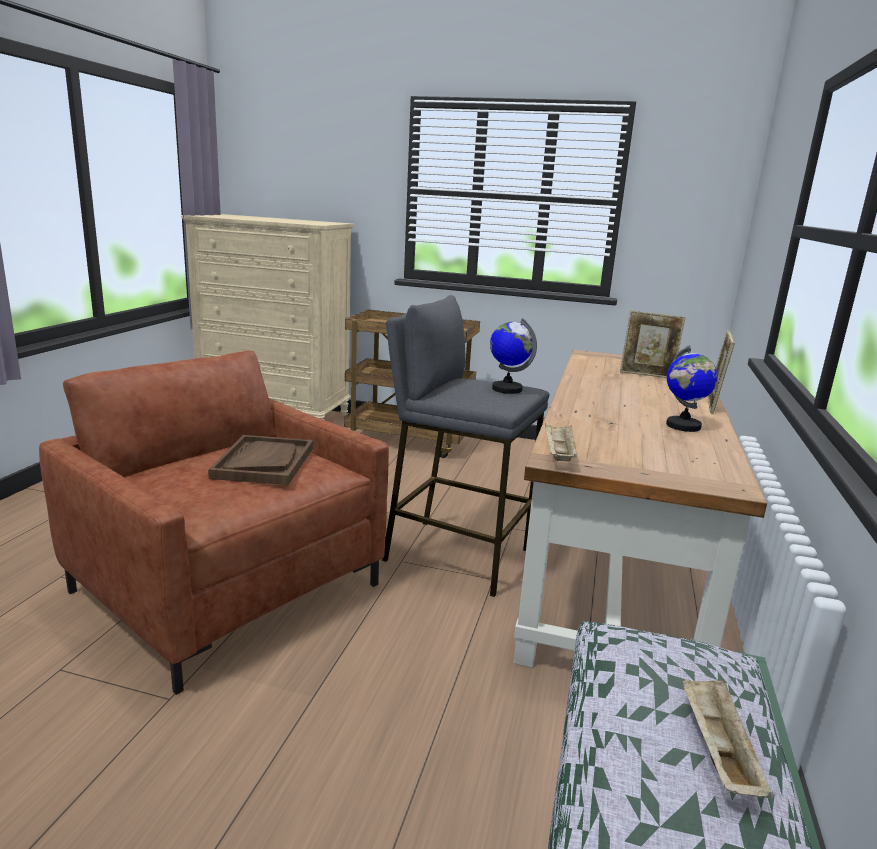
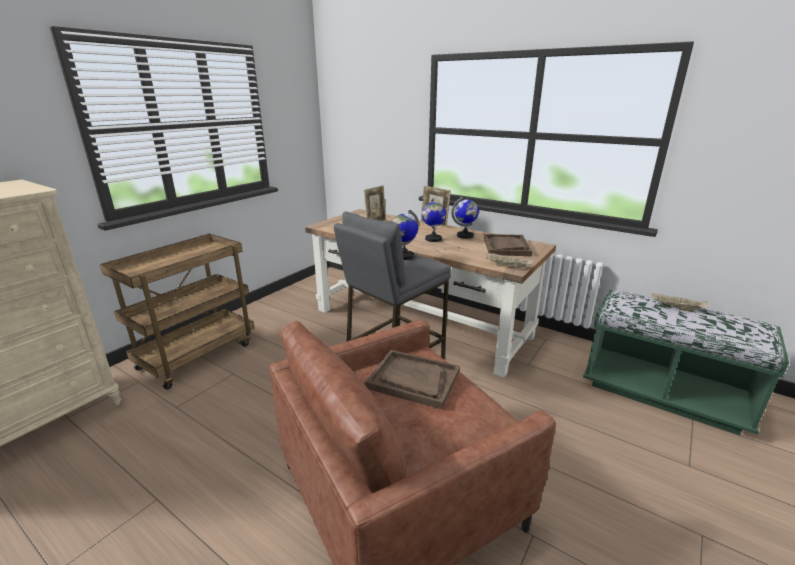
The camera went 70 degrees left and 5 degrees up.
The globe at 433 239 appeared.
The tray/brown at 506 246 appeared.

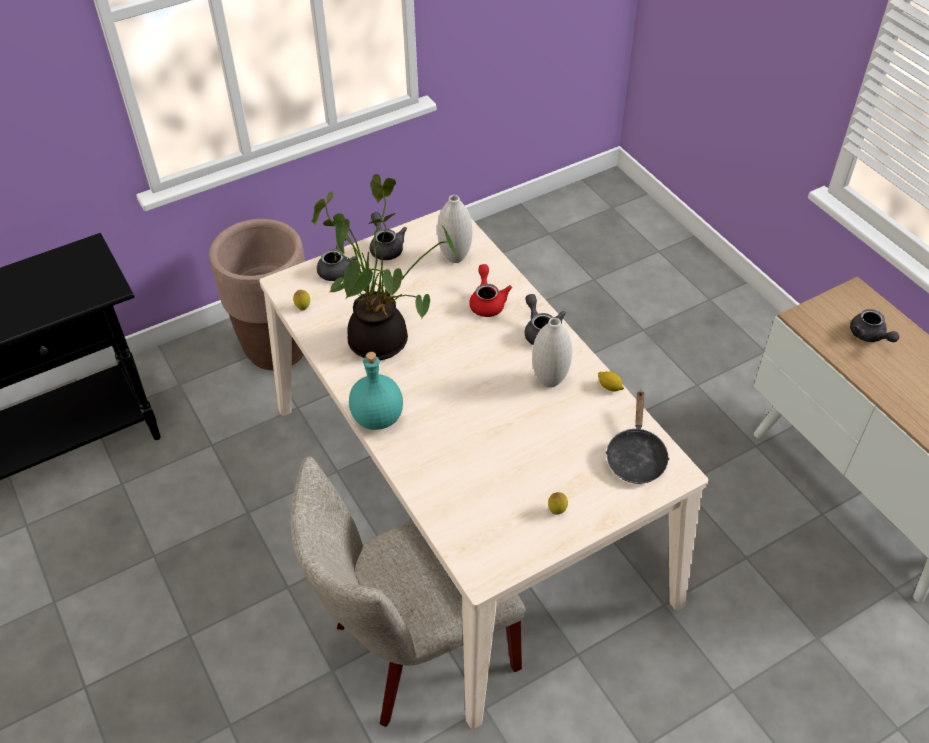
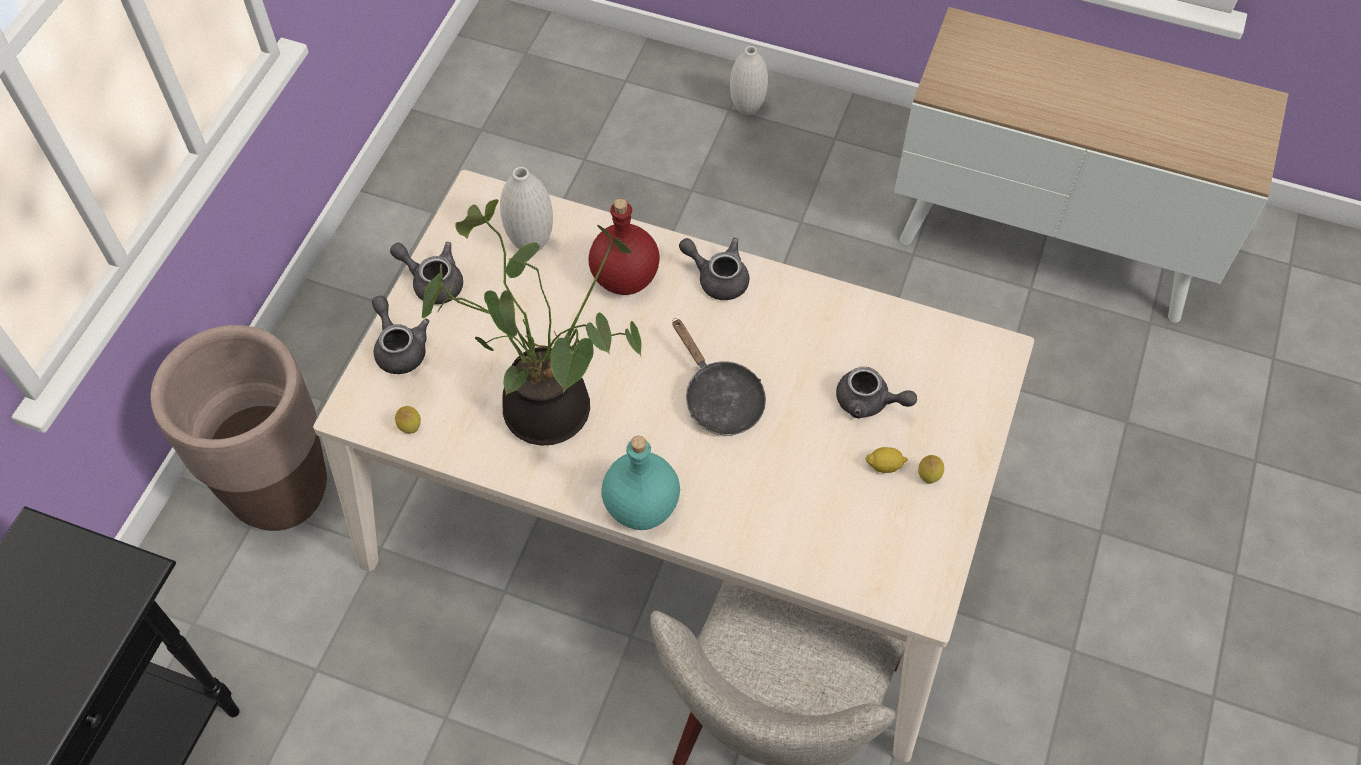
The camera went 40 degrees left and 10 degrees up.
The vase/white moved from 550 380 to 747 109.
The lemon moved from 609 387 to 885 465.
The frying pan/black moved from 635 456 to 719 398.
The teapot/grey moved from 869 336 to 869 402.
The teapot/red at 487 302 was replaced by the bottle/red at 624 278.

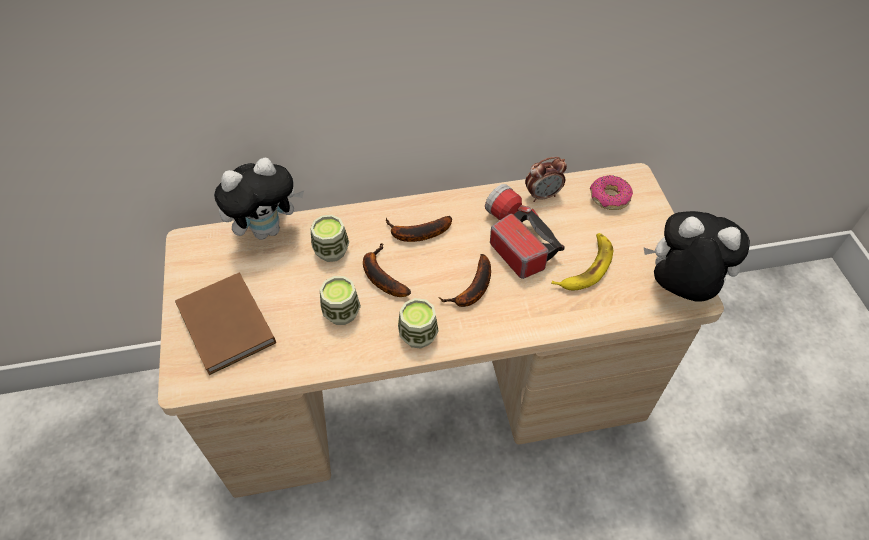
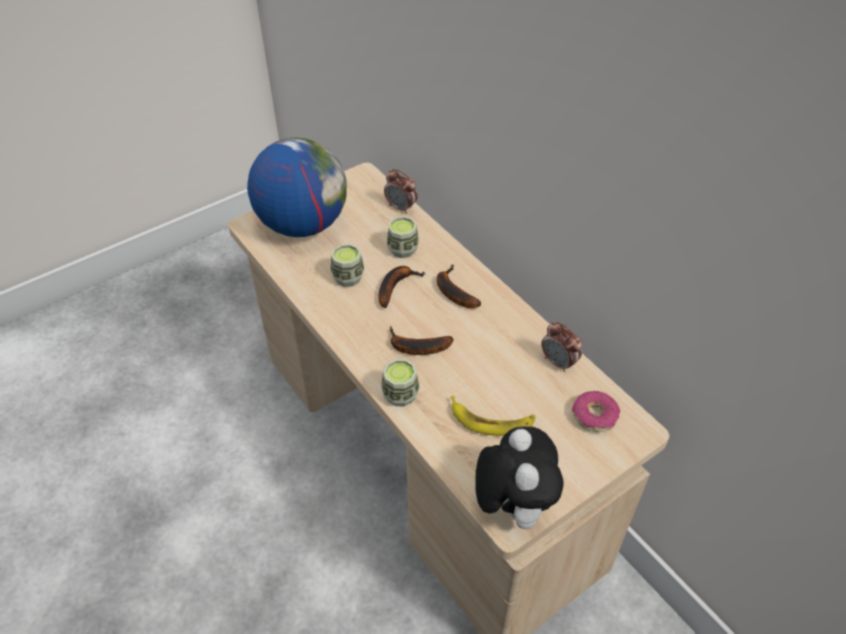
The camera went 65 degrees right and 5 degrees down.
The flashlight at 515 239 disappeared.
The cup moved from 418 335 to 400 395.
The book/brown at 225 327 was replaced by the globe at 302 224.
The plush toy at 267 229 was replaced by the alarm clock at 401 207.

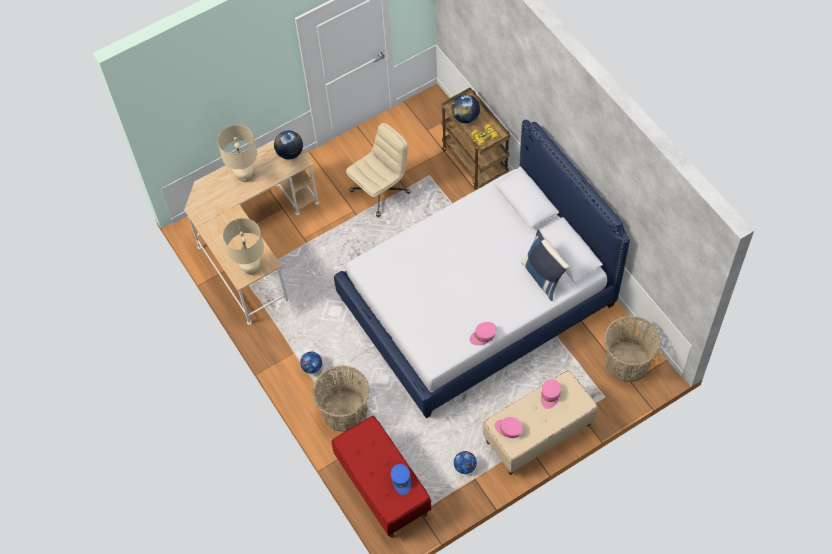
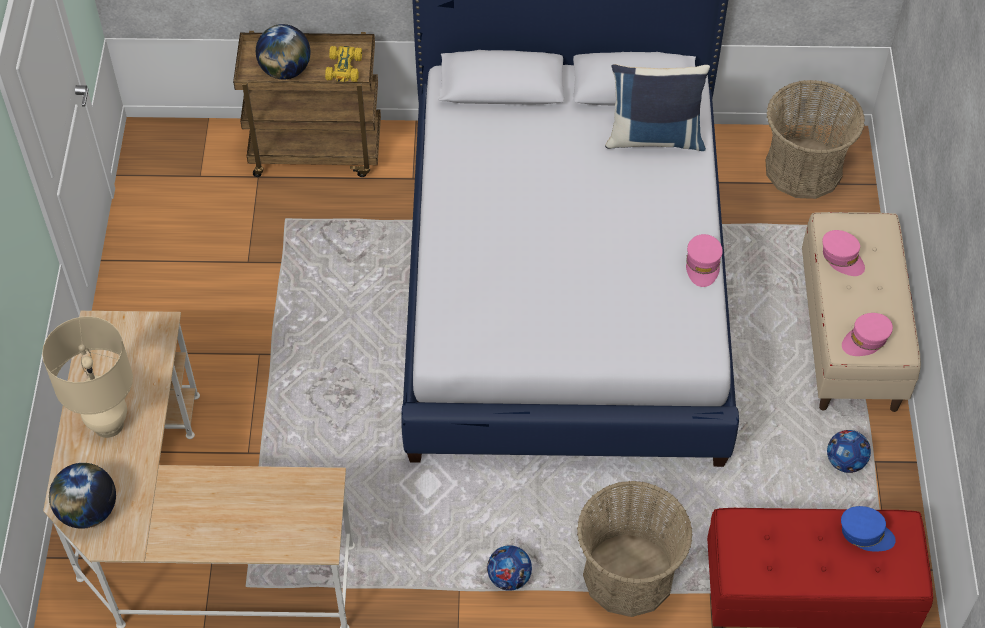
The camera went 60 degrees left and 5 degrees down.
The table lamp/beige at 251 268 disappeared.
The office chair/beige at 380 191 disappeared.
The globe moved from 290 153 to 88 511.

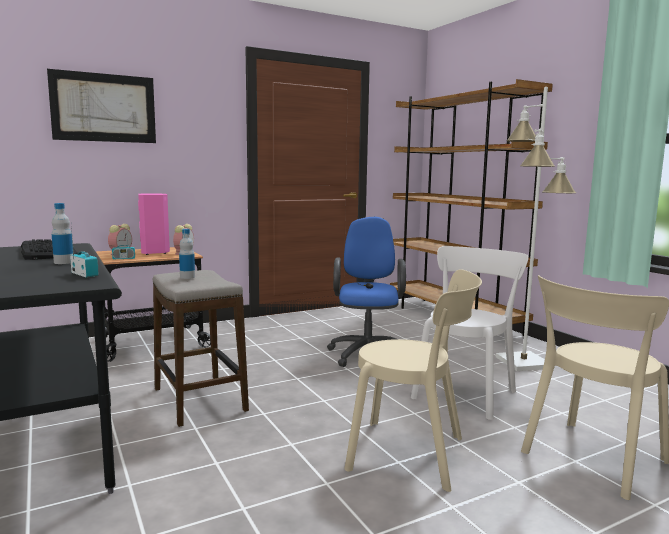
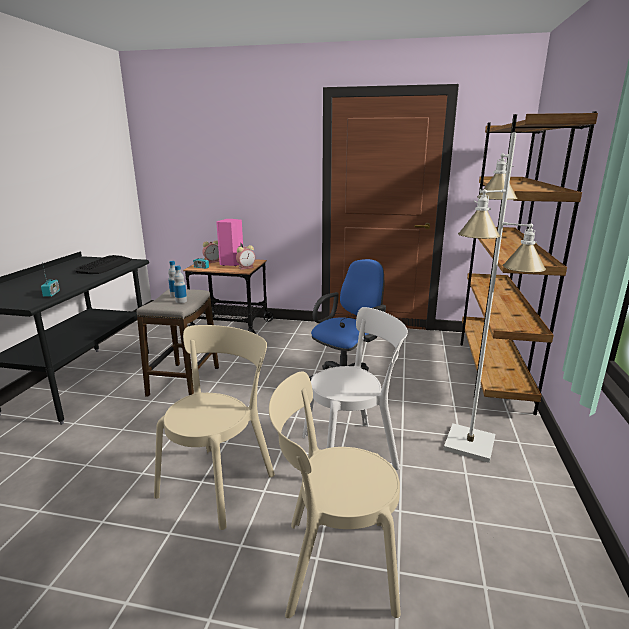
The camera went 40 degrees right and 10 degrees up.
The picture at 104 108 disappeared.
The bottle moved from 63 262 to 181 301.
The chair/beige at 413 454 turned 120 degrees counterclockwise.

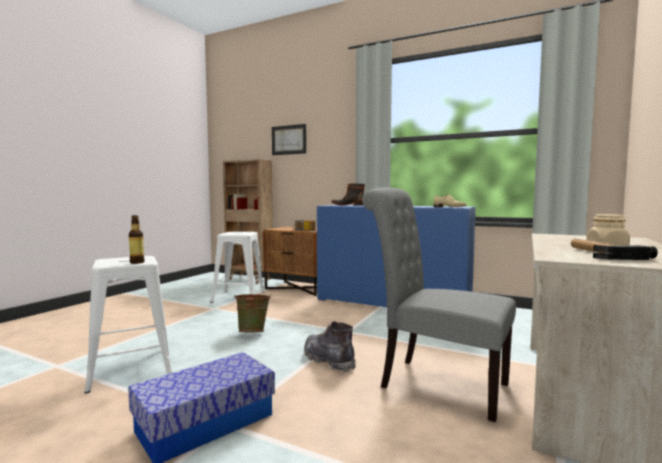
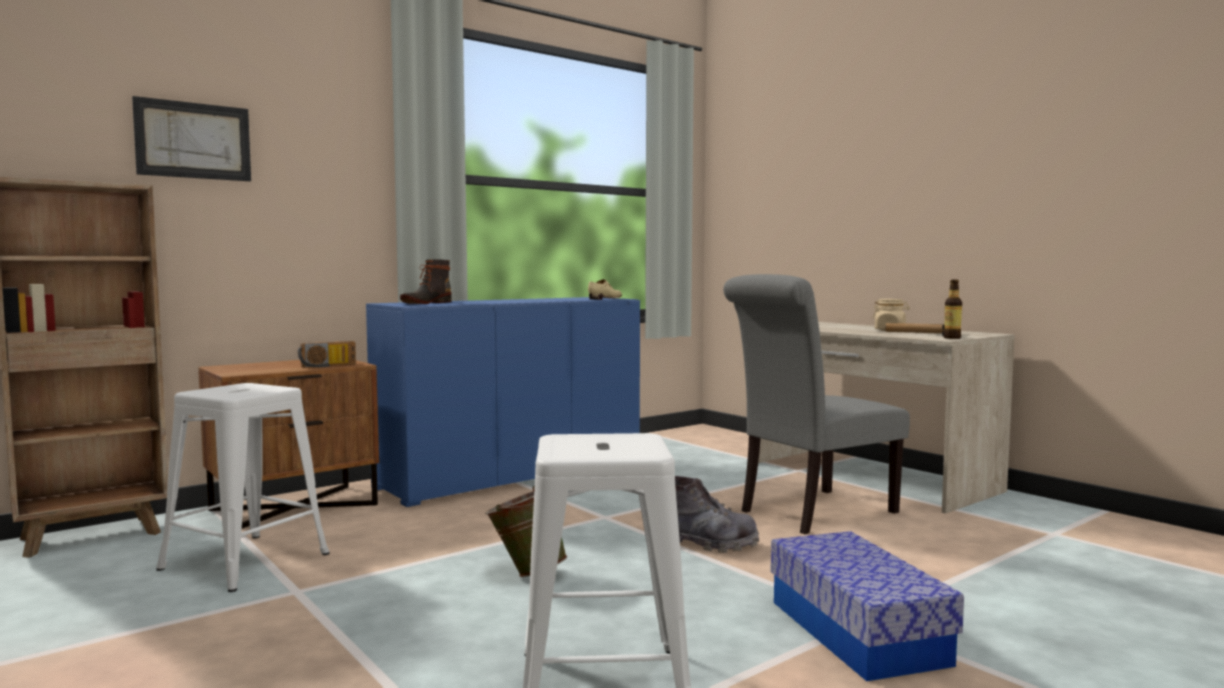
The camera went 65 degrees left and 0 degrees up.
The bottle moved from 137 262 to 952 338.
The boot/grey at 328 360 turned 150 degrees counterclockwise.

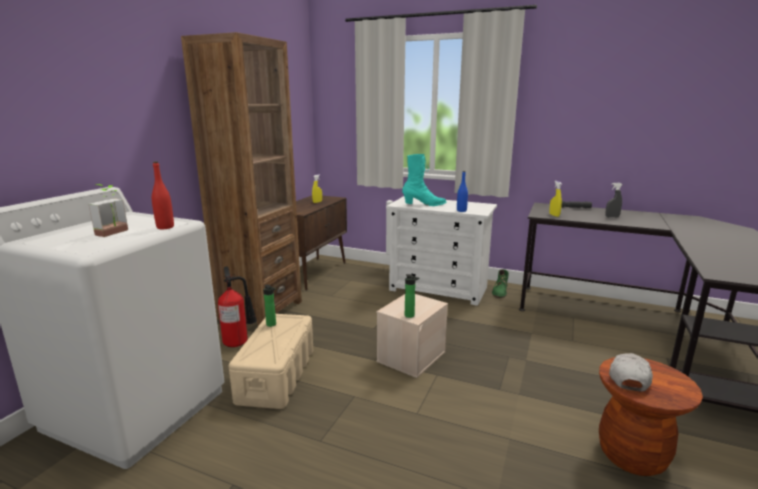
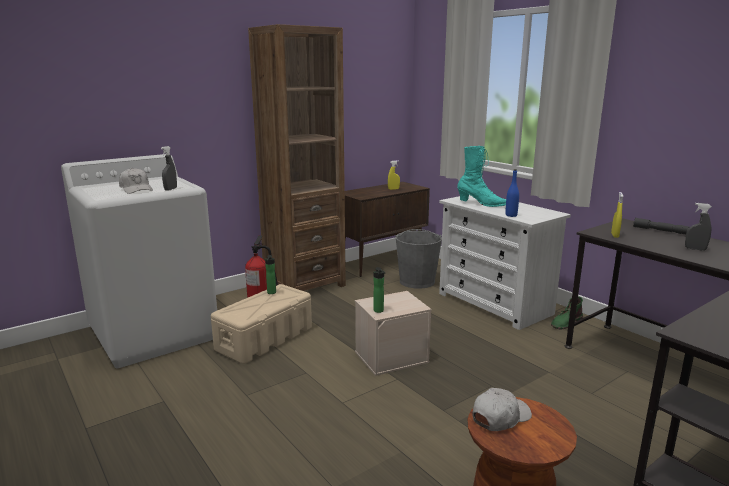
The camera went 30 degrees right and 0 degrees up.
The bucket/grey at 417 281 appeared.
The potted plant at 116 233 was replaced by the cap/white at 136 189.
The bottle/red at 165 227 was replaced by the spray bottle/grey at 170 189.

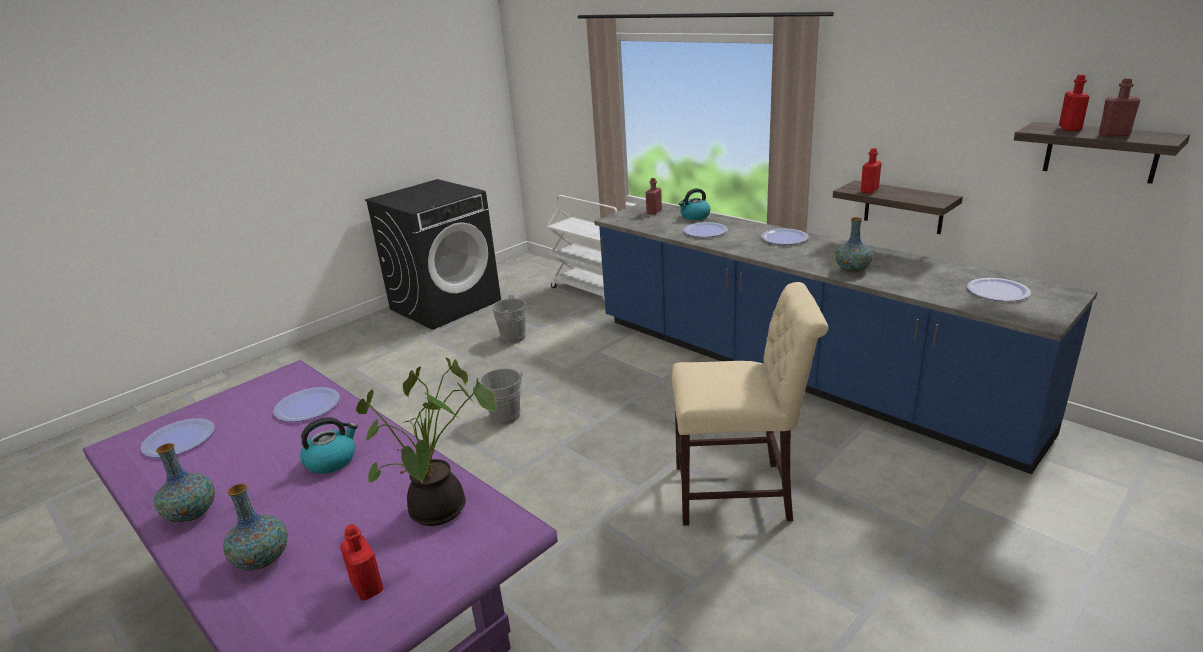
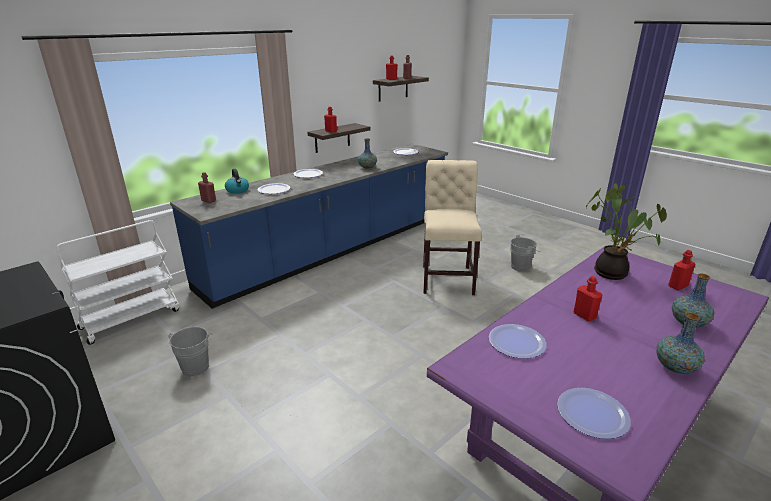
The camera went 90 degrees left and 0 degrees up.
The bucket/grey moved from 506 418 to 522 267.
The kettle at 331 460 was replaced by the bottle/red at 584 315.

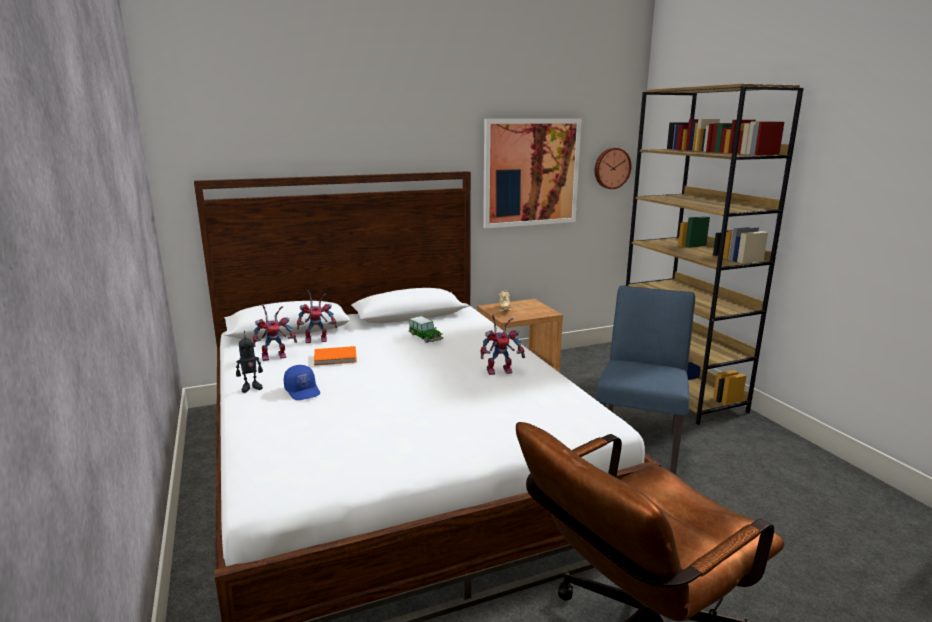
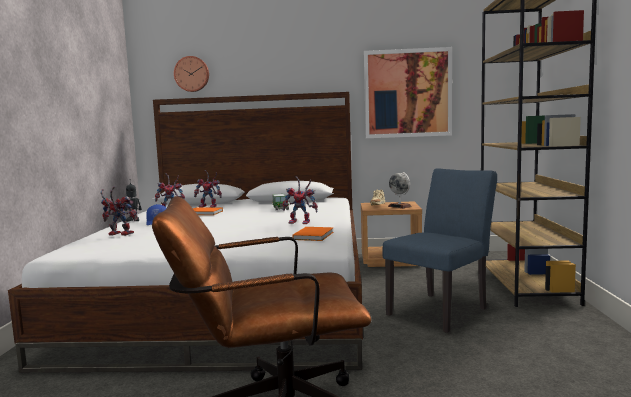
The camera went 25 degrees right and 10 degrees down.
The toy robot at 118 234 appeared.
The book/orange at 314 235 appeared.
The globe at 399 206 appeared.
The wall clock moved from 611 168 to 192 74.

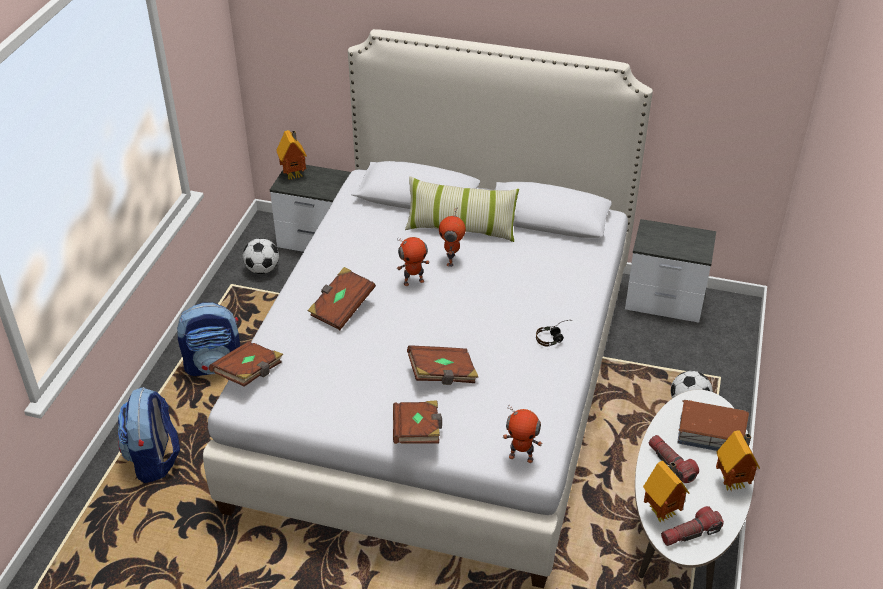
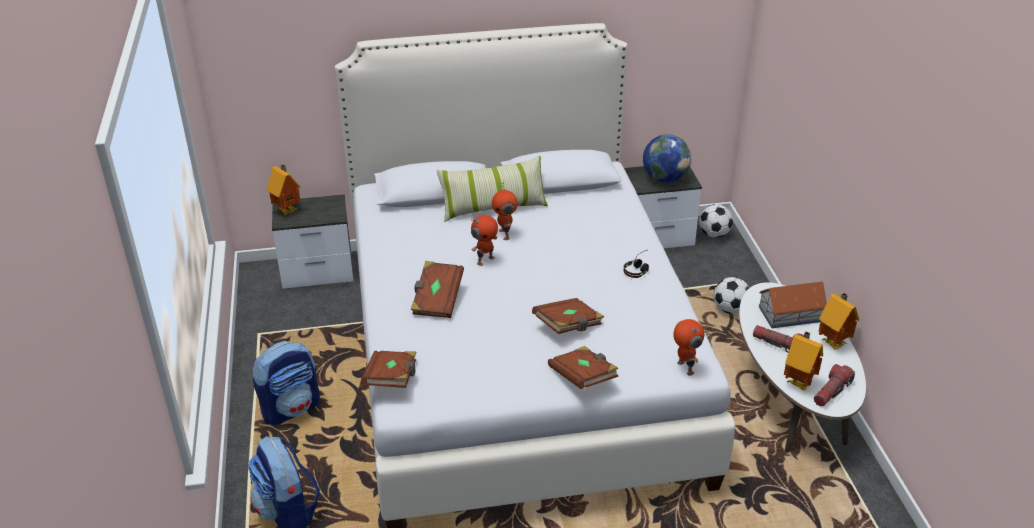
The camera went 25 degrees left and 5 degrees down.
The globe at 665 179 appeared.
The football moved from 262 269 to 714 234.
The toy robot at 521 456 turned 105 degrees counterclockwise.

